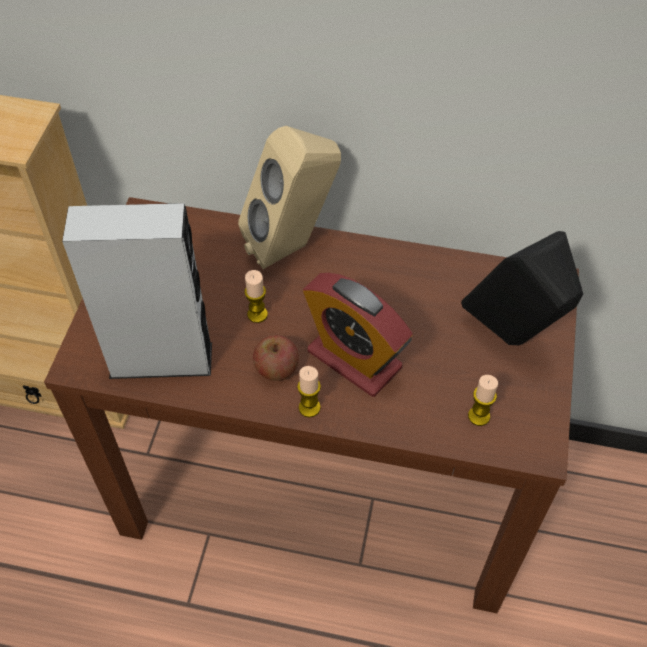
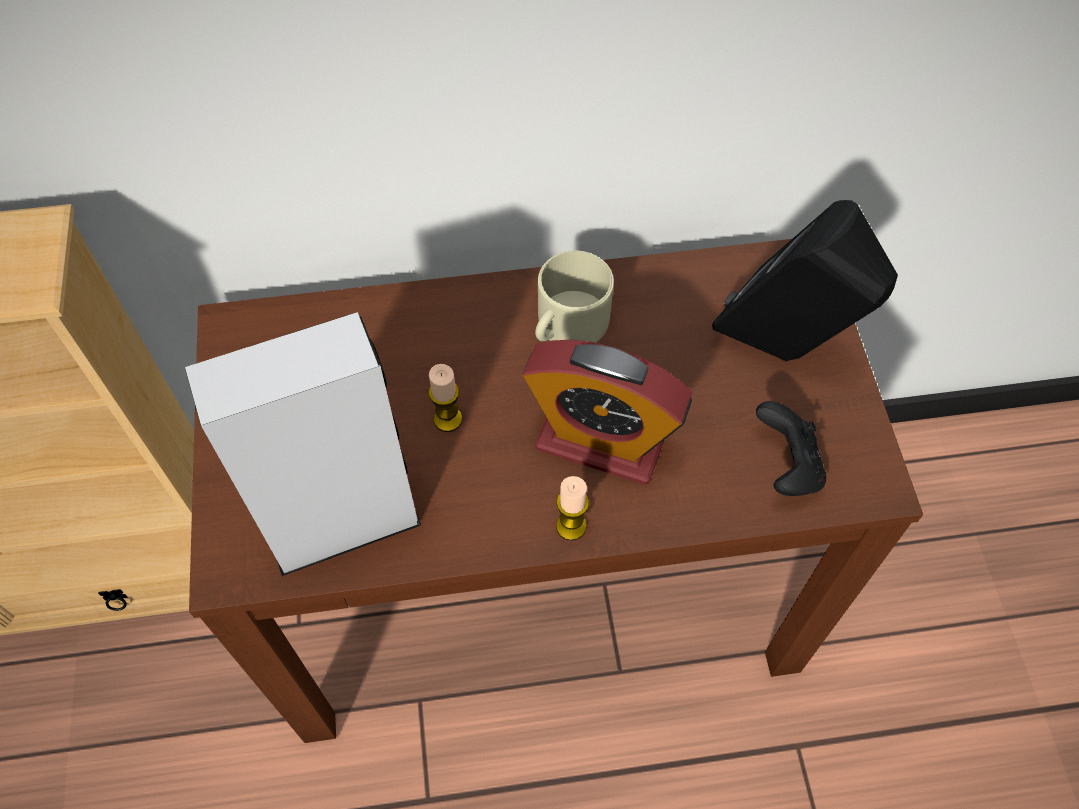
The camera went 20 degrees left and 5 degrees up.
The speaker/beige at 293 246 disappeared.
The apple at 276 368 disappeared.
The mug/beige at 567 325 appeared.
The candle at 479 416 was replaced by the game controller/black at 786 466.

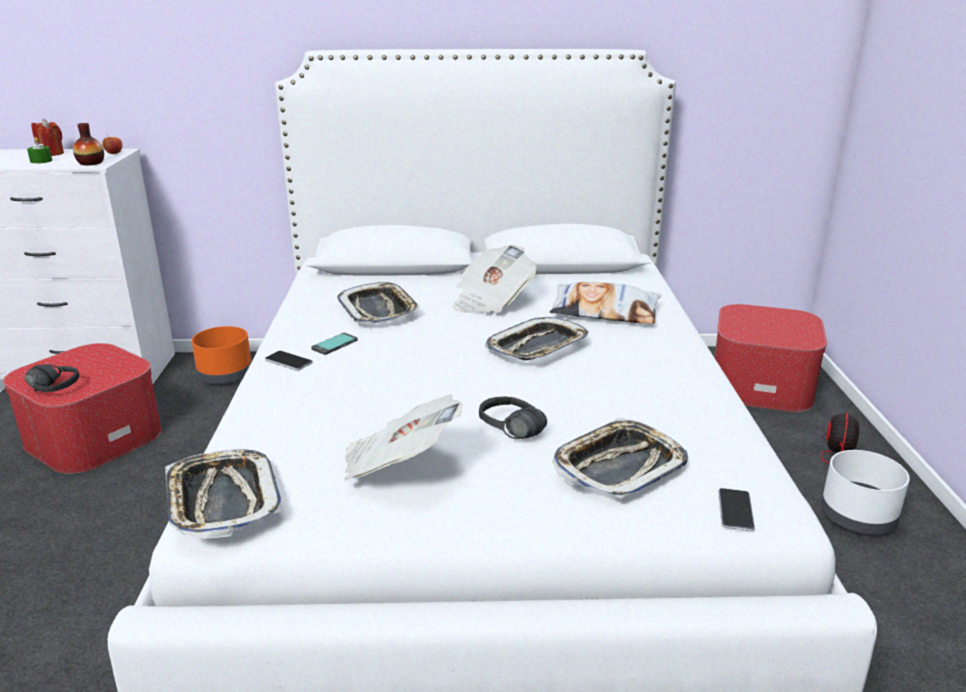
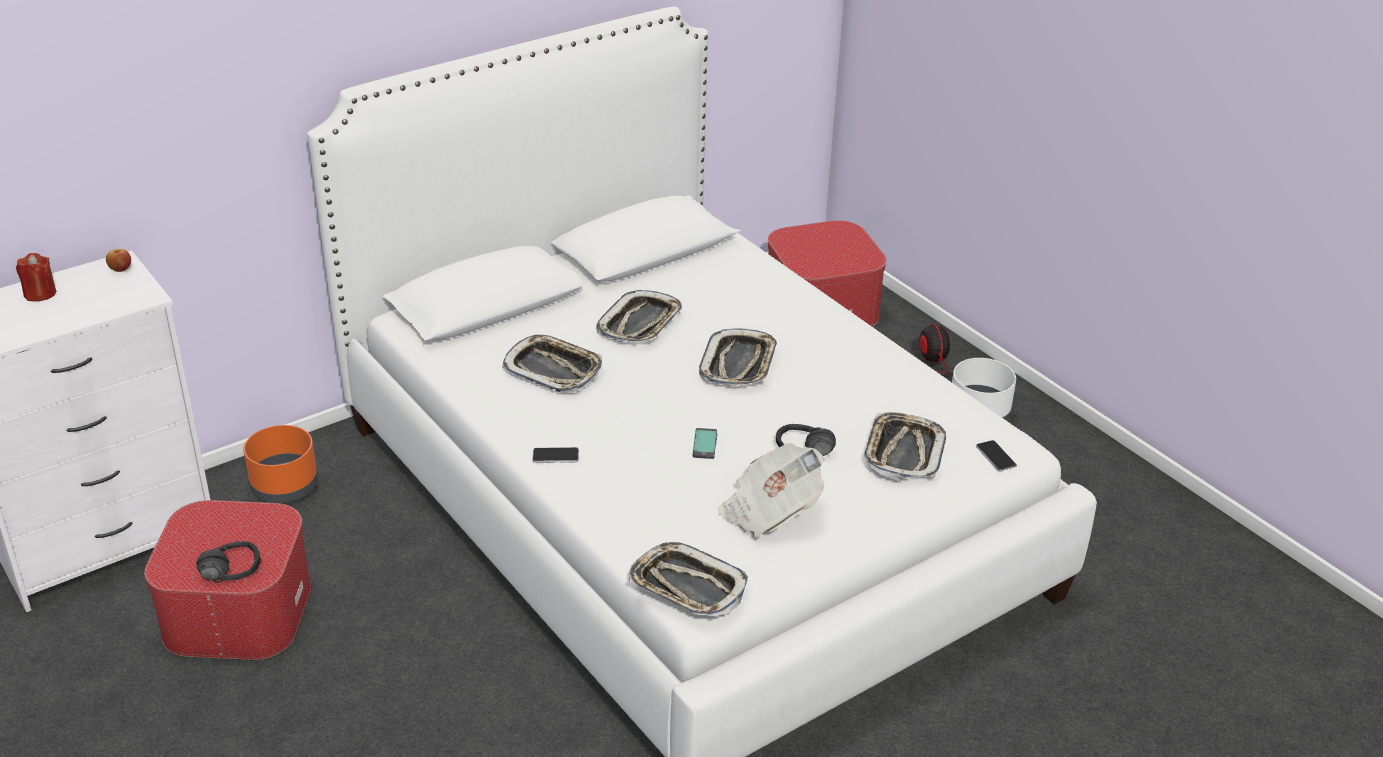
The camera went 35 degrees left and 10 degrees up.
The candle/green at 41 161 disappeared.
The vase at 91 163 disappeared.
The pillow at 605 312 disappeared.
The phone moved from 335 344 to 705 444.
The newspaper at 491 301 was replaced by the tray at 640 323.

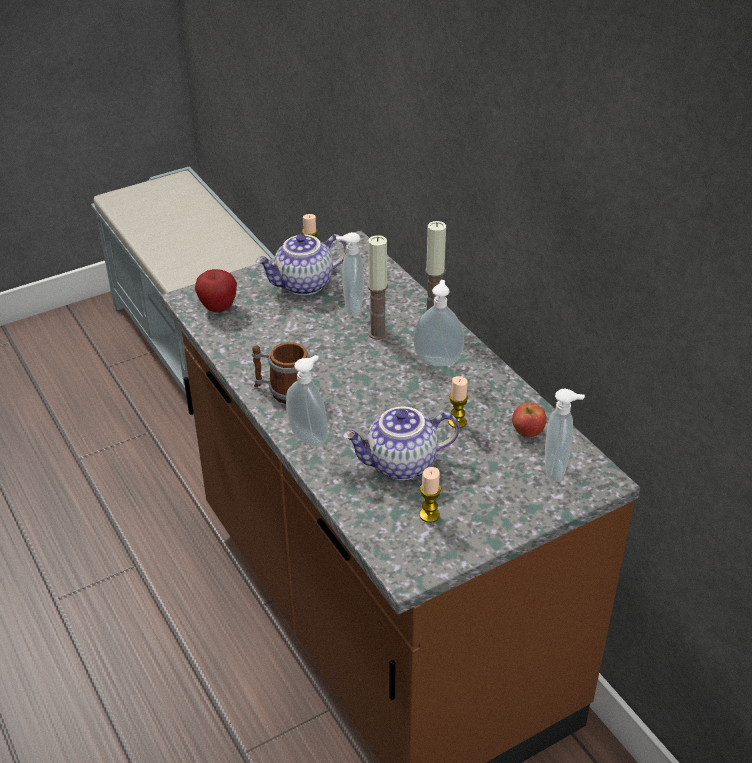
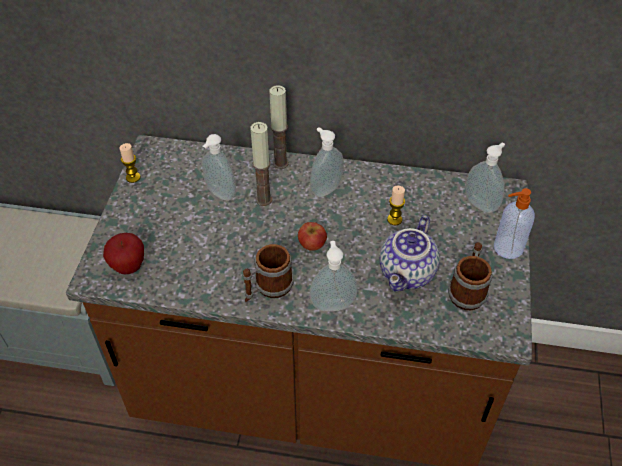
The camera went 50 degrees left and 10 degrees up.
The teapot at 304 285 disappeared.
The soap dispenser at 507 248 appeared.
The apple moved from 528 432 to 312 245.
The candle at 429 515 was replaced by the mug at 467 290.

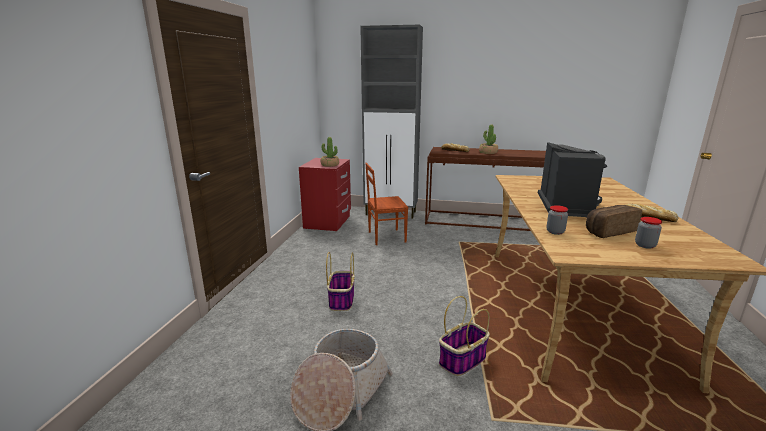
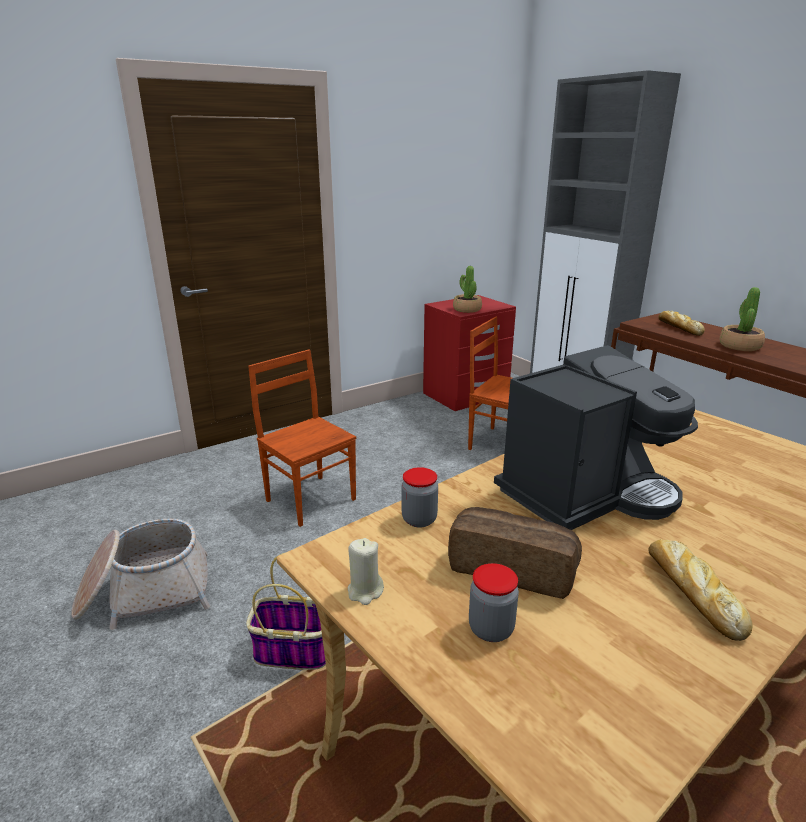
The camera went 45 degrees right and 5 degrees up.
The candle/beige at 365 591 appeared.
The basket at 341 300 was replaced by the chair/brown at 311 499.

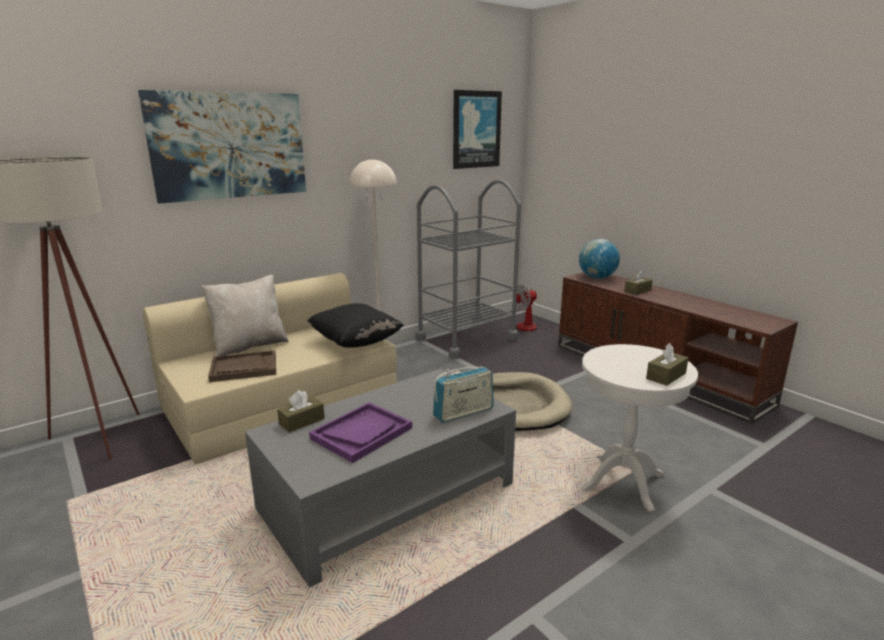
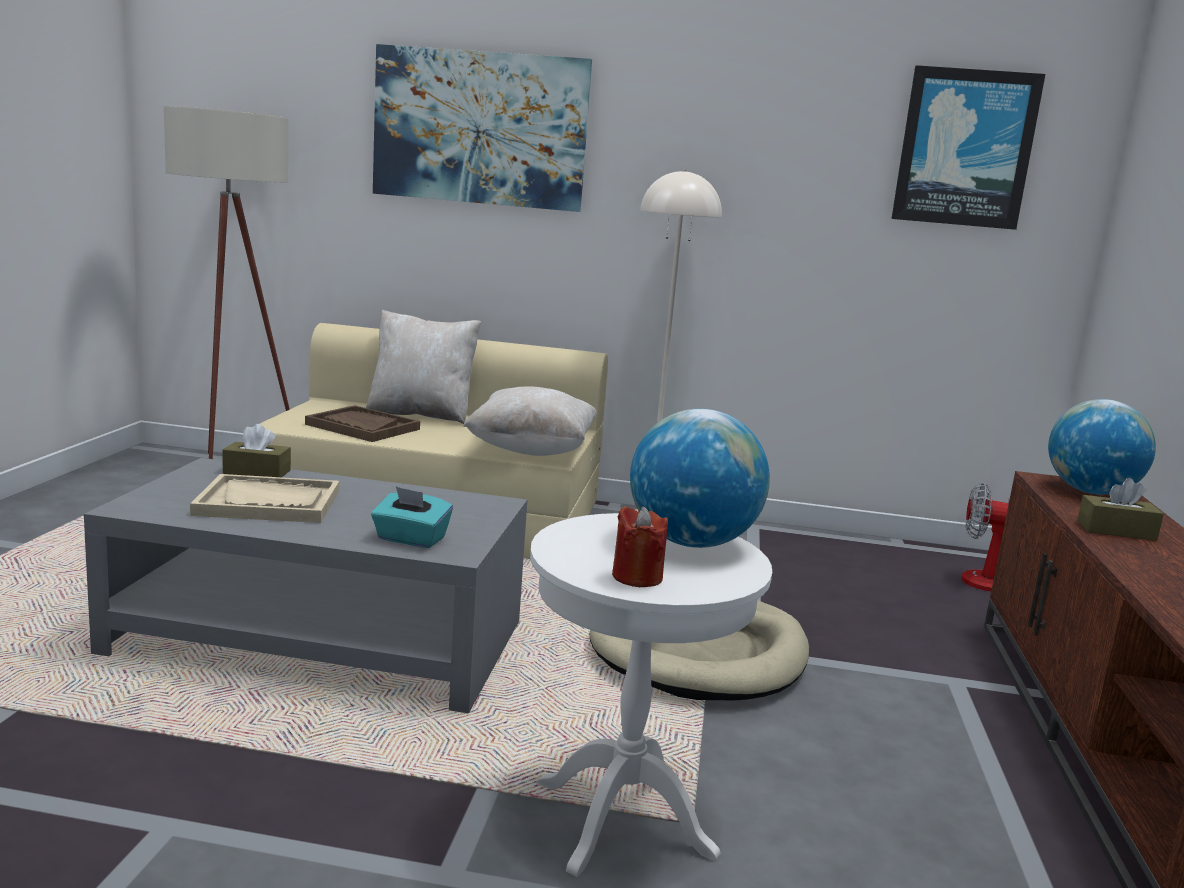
The camera went 45 degrees right and 5 degrees down.
The cart/grey at 466 339 disappeared.
The globe at 691 542 appeared.
The radio at 463 413 was replaced by the tissue box/turquoise at 410 539.
The tissue box/brown at 666 376 was replaced by the candle/red at 637 577.
The pillow/black at 355 342 became the pillow/beige at 531 451.
The tray/purple at 361 433 became the tray/beige at 269 503.

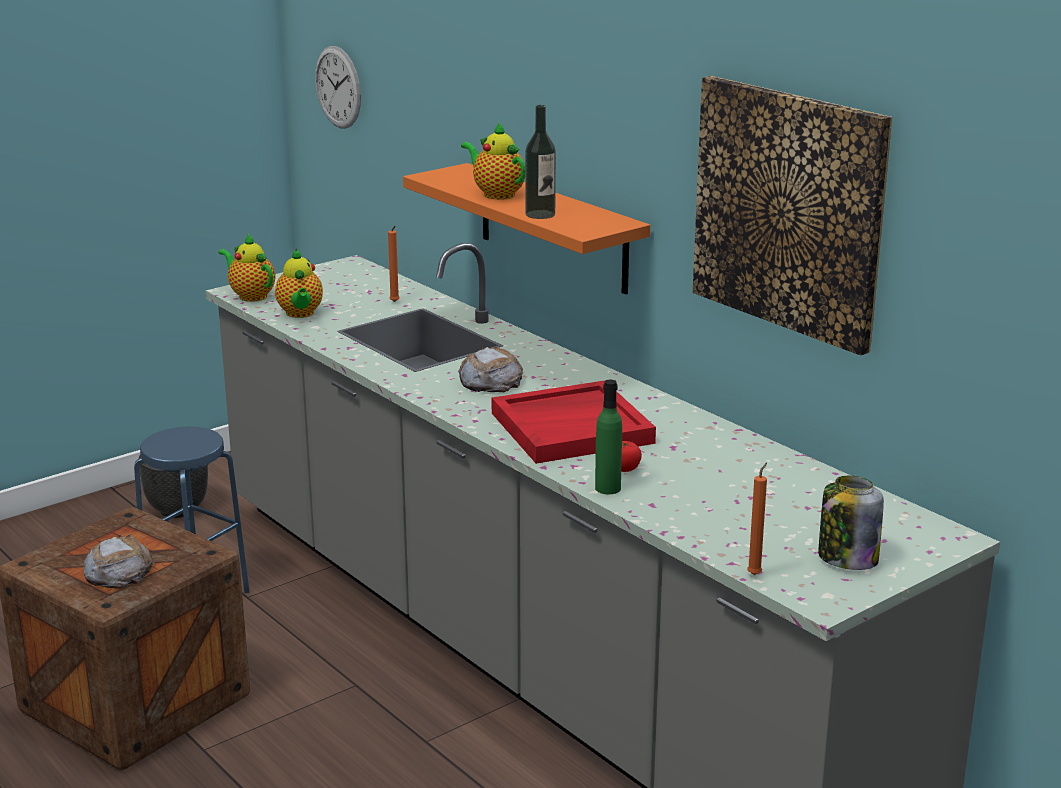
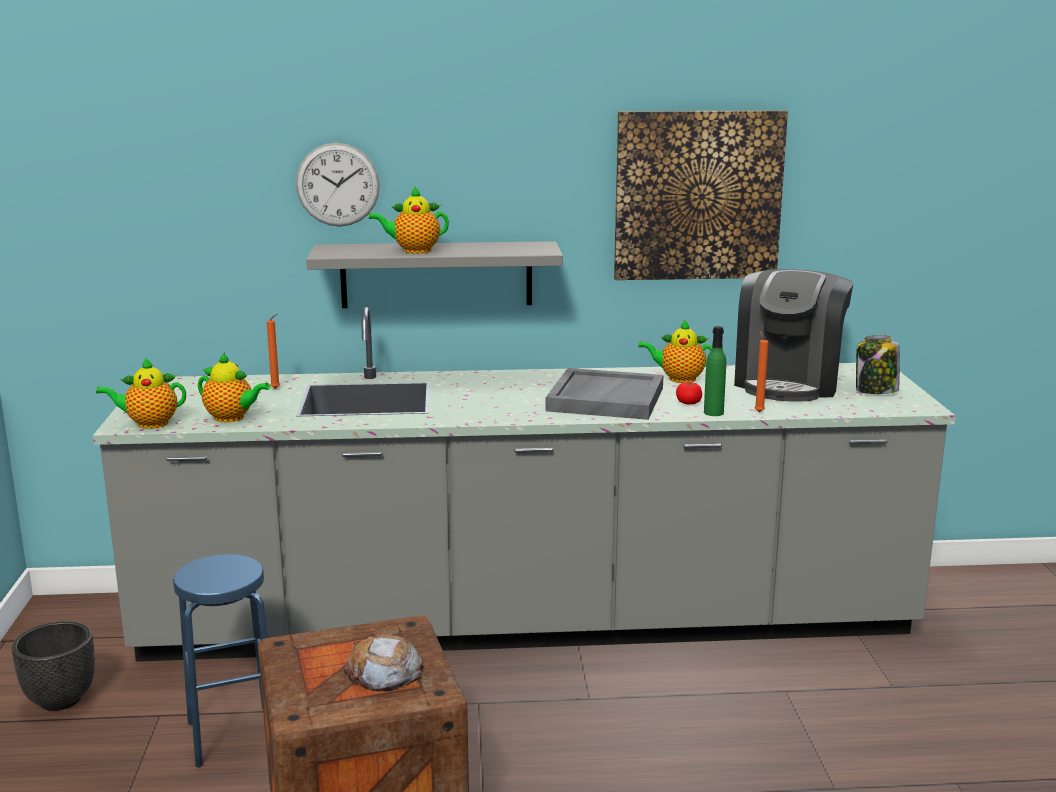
The camera went 55 degrees left and 5 degrees down.
The bread at 490 380 disappeared.
The bottle at 540 214 disappeared.
The teapot at 678 379 appeared.
The coffee machine at 788 382 appeared.
The wall clock moved from 338 87 to 337 184.
The candle/orange moved from 755 574 to 758 411.
The shelf/orange at 553 228 became the shelf/grey at 436 274.
The tray/red at 572 427 became the tray/grey at 605 398.

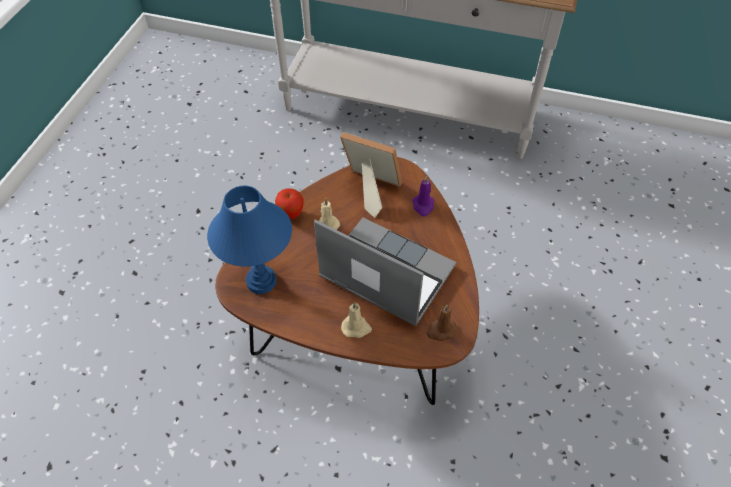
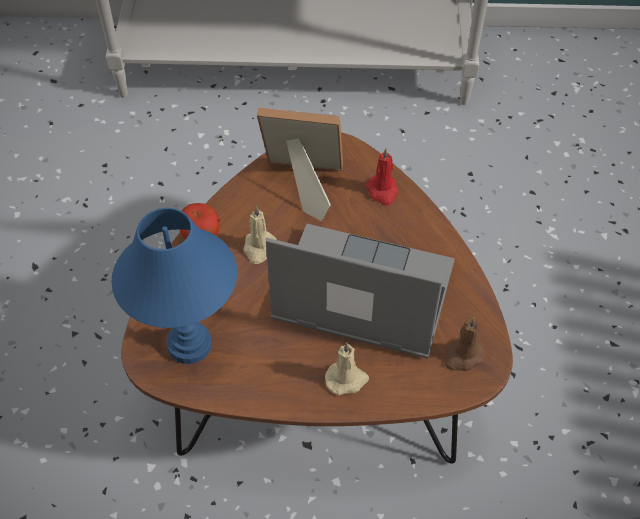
The camera went 15 degrees left and 0 degrees up.
The candle/purple at 423 206 became the candle/red at 382 191.

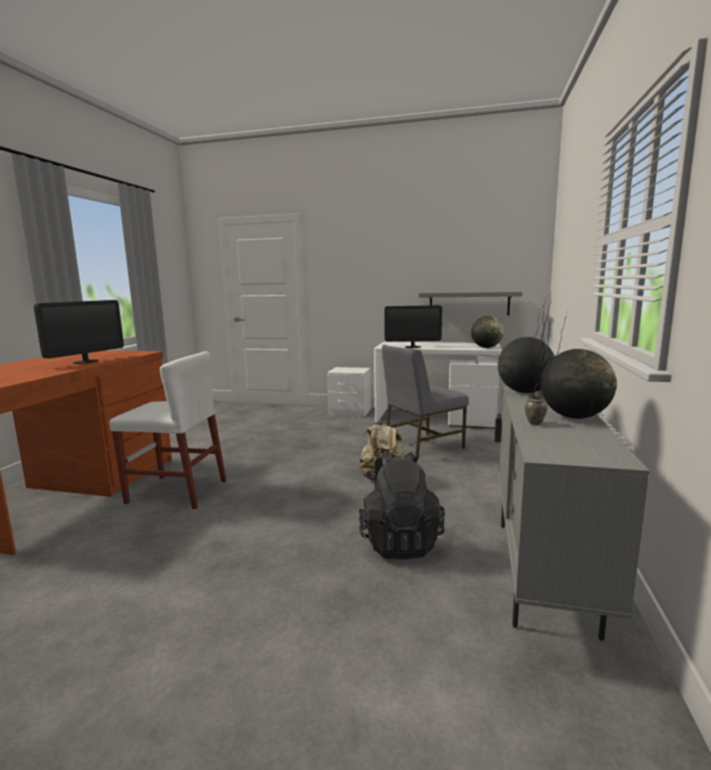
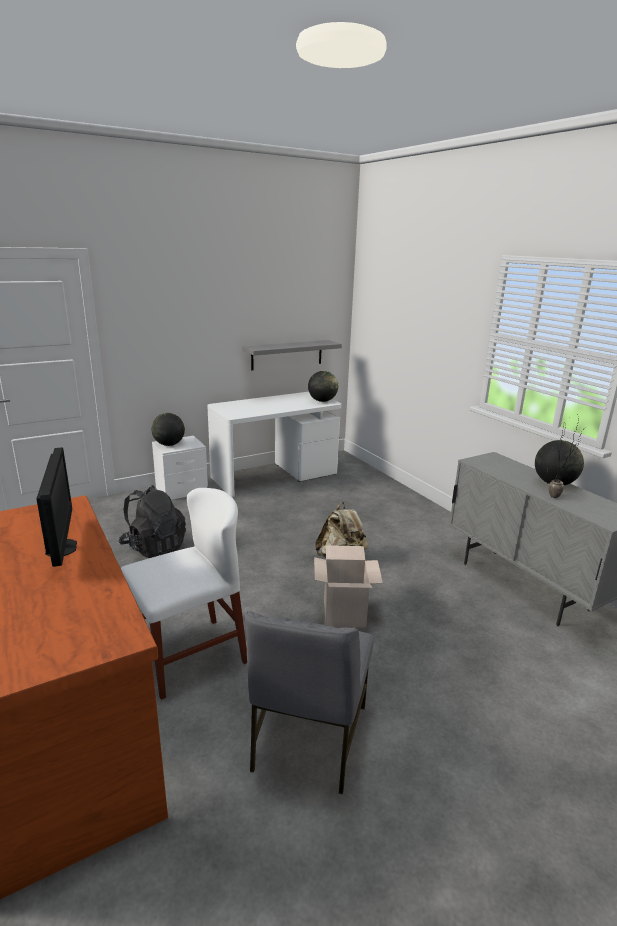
The camera went 45 degrees left and 10 degrees up.
The monitor at 412 347 disappeared.
The cardboard box at 344 613 appeared.
The backpack/black moved from 399 542 to 154 547.
The chair/grey moved from 422 446 to 307 738.
The globe moved from 524 392 to 169 444.

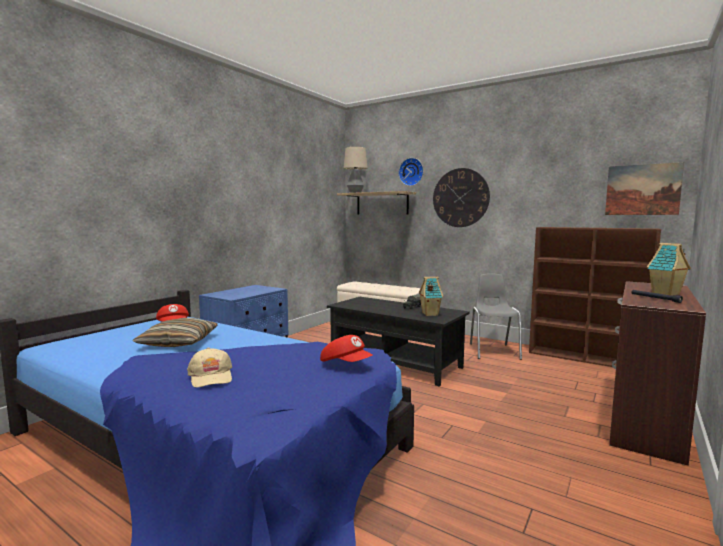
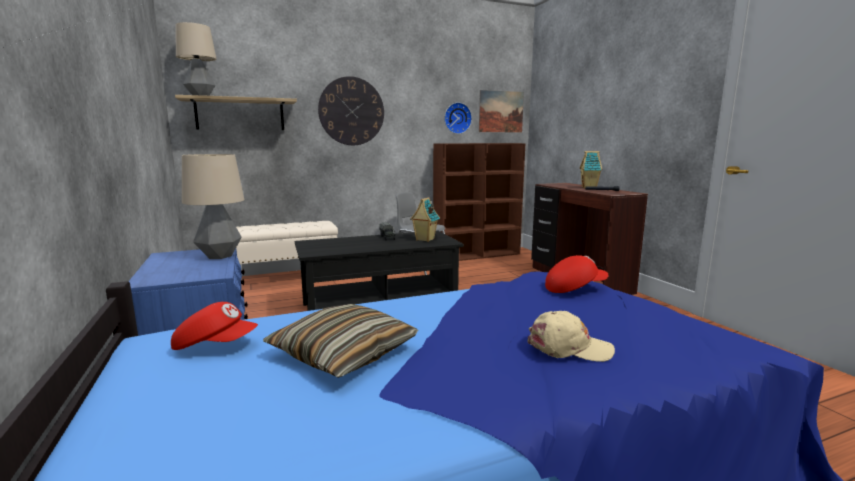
The camera went 55 degrees left and 5 degrees up.
The table lamp at 219 256 appeared.
The wall clock moved from 411 172 to 457 118.

